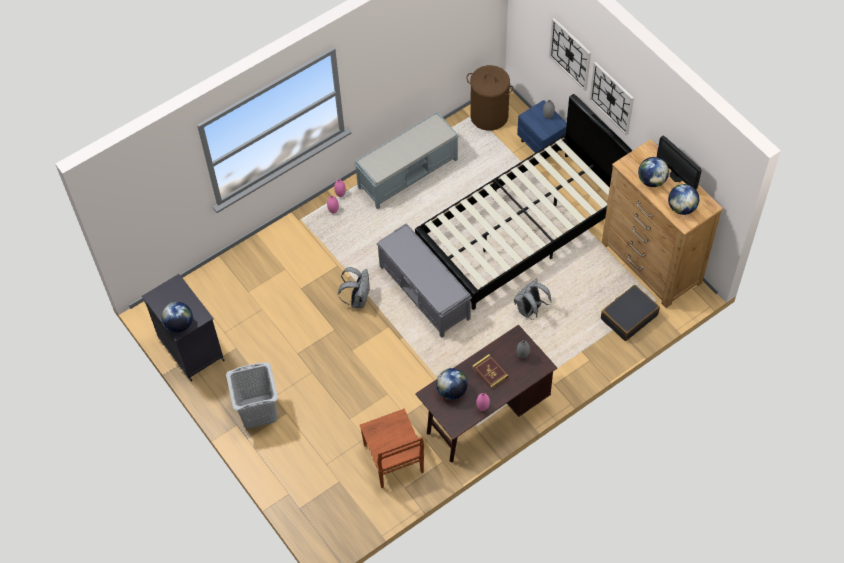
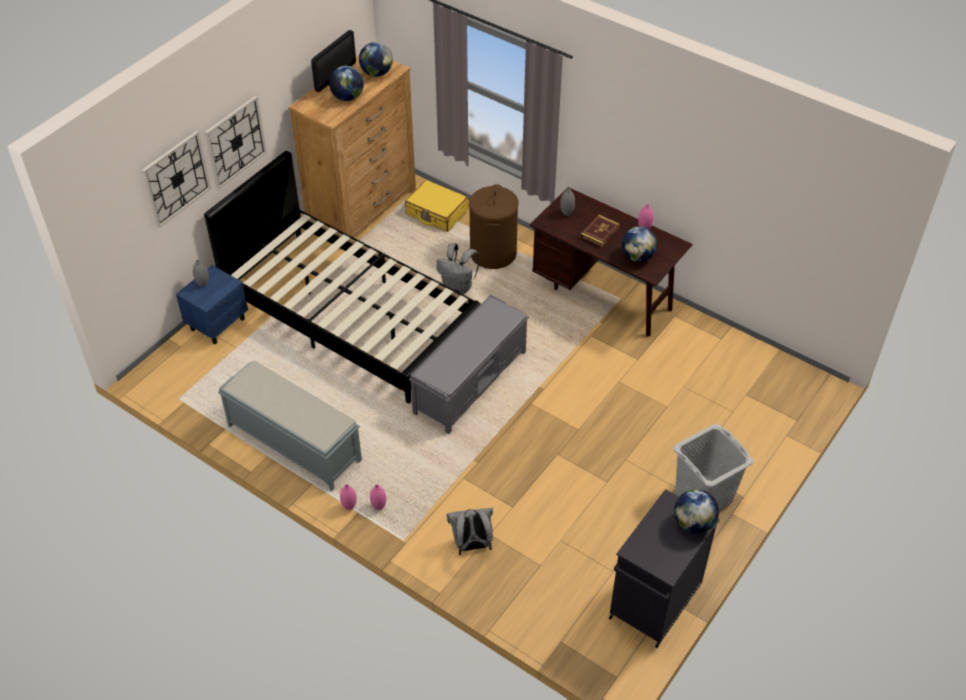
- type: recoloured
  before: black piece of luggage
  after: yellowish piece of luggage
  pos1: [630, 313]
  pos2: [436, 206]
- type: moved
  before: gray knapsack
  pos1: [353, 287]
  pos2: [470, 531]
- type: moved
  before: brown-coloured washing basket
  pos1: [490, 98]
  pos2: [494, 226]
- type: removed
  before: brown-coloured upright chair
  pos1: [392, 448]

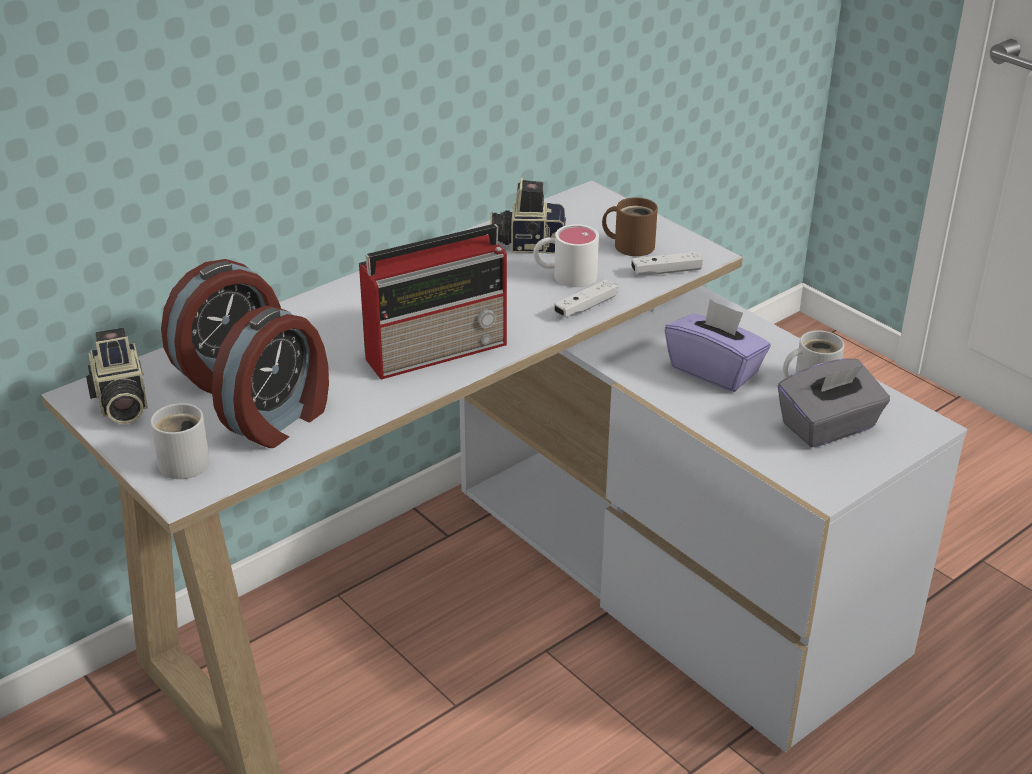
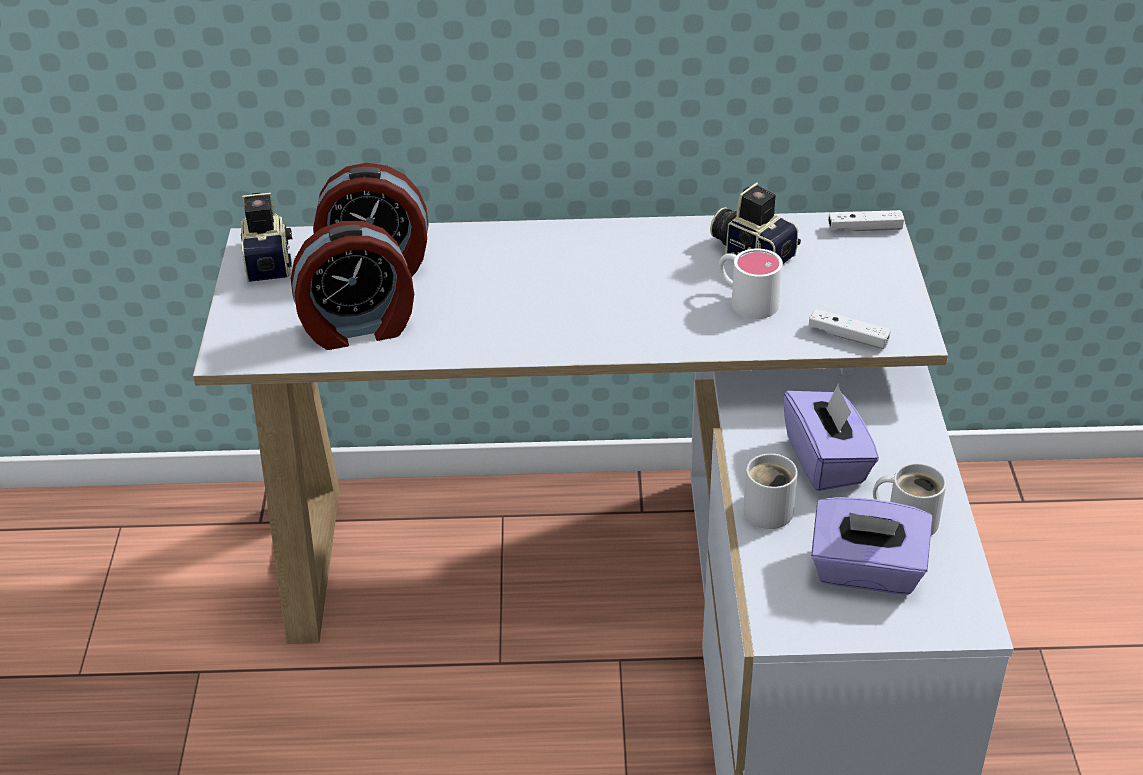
- type: turned
  before: still camera
  pos1: [117, 376]
  pos2: [267, 237]
  turn: 150
- type: moved
  before: whitish mug
  pos1: [180, 441]
  pos2: [770, 491]
- type: recoloured
  before: gray tissue holder
  after: purple-coloured tissue holder
  pos1: [834, 402]
  pos2: [871, 546]
- type: moved
  before: whitish gamepad
  pos1: [586, 298]
  pos2: [866, 220]
- type: removed
  before: radio
  pos1: [433, 302]
- type: removed
  before: brown-coloured mug
  pos1: [630, 226]

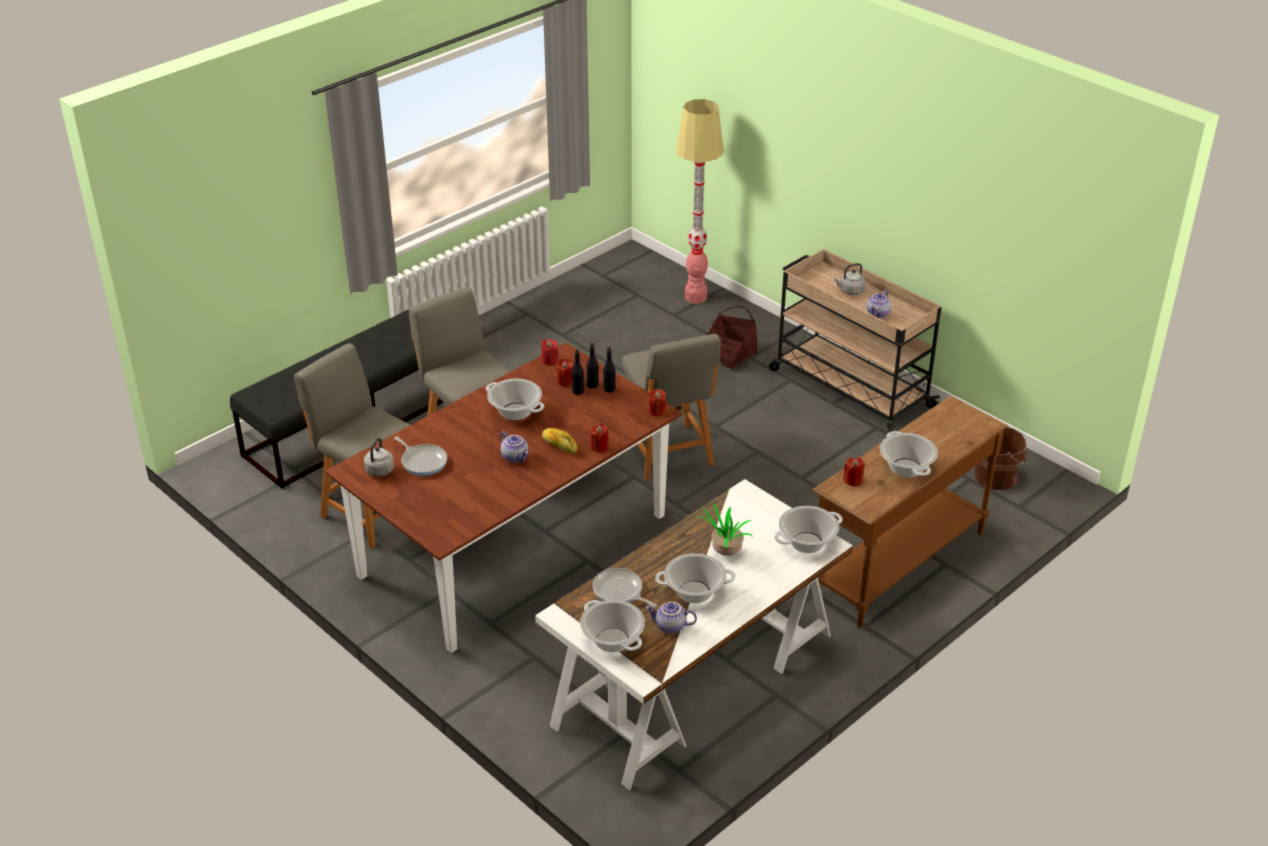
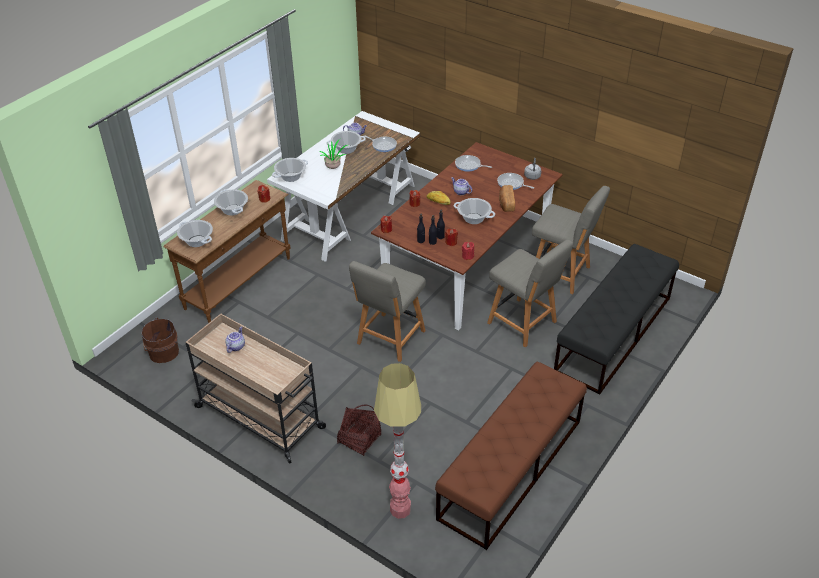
- type: moved
  before: saucepot
  pos1: [612, 626]
  pos2: [195, 233]
- type: turned
  before: gray upright chair
  pos1: [671, 407]
  pos2: [387, 311]
  turn: -120
- type: added
  after: brown-coloured long seat
  pos2: [511, 456]
- type: added
  after: frying pan
  pos2: [473, 163]
- type: added
  after: bakery bread
  pos2: [507, 198]
- type: removed
  before: gray tea kettle
  pos1: [849, 279]

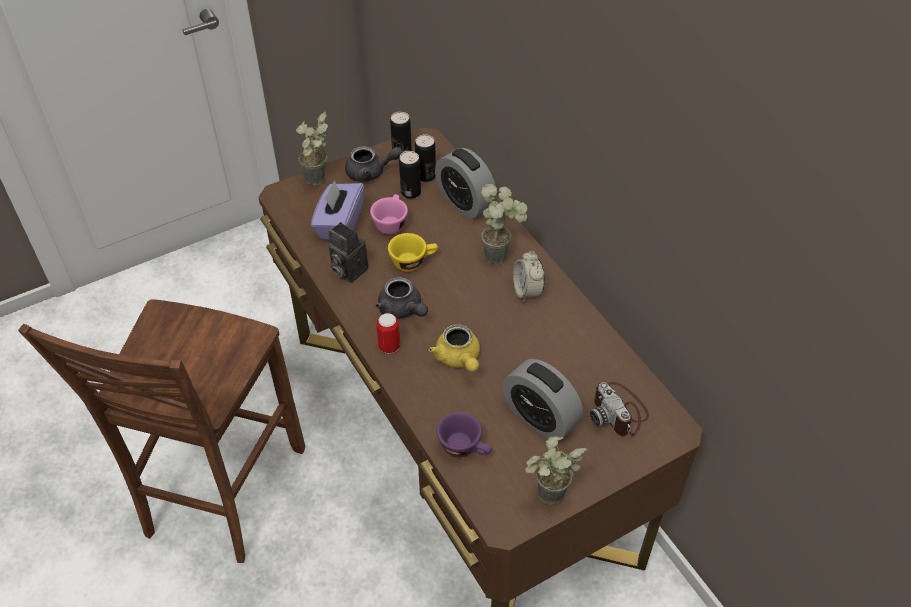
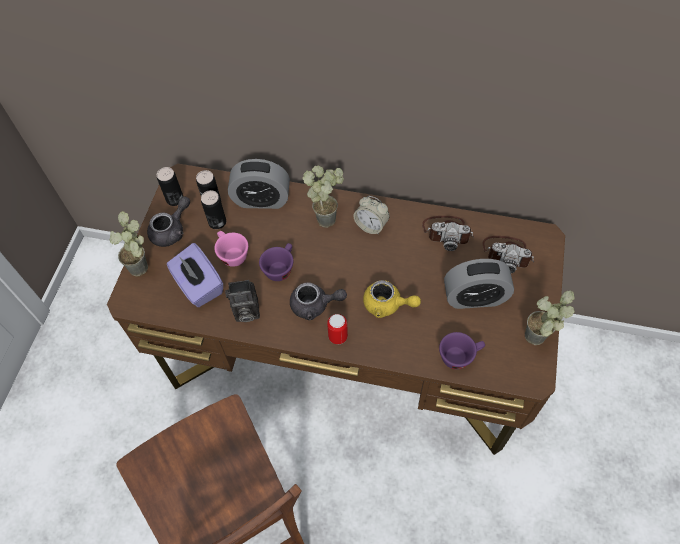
- type: recoloured
  before: yellowish cup
  after: purple-coloured cup
  pos1: [413, 252]
  pos2: [276, 262]
- type: added
  after: still camera
  pos2: [448, 233]

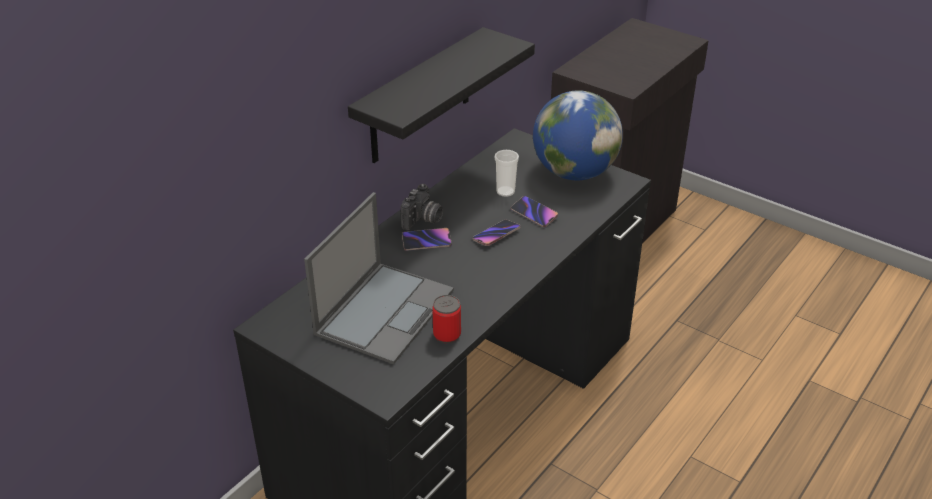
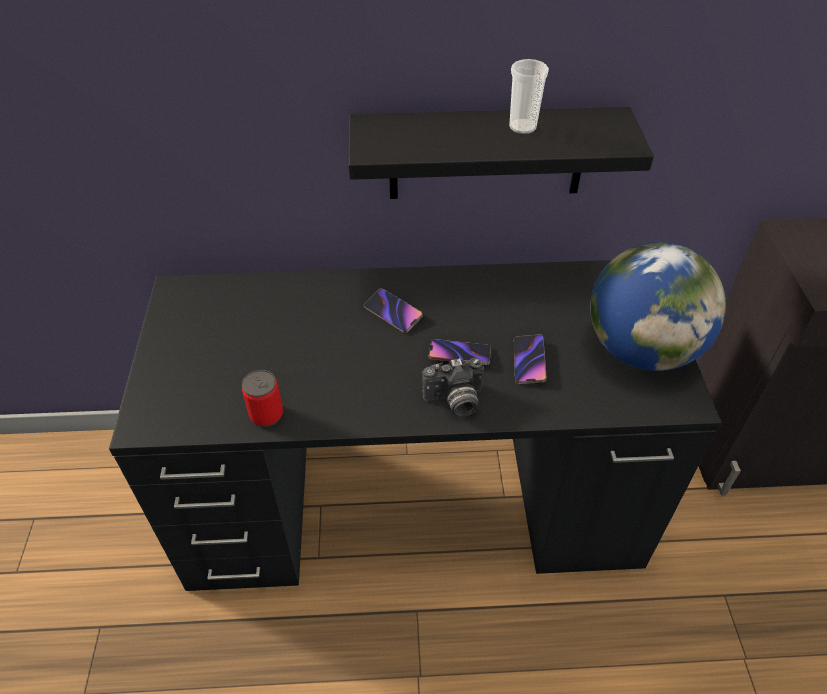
- type: moved
  before: still camera
  pos1: [422, 207]
  pos2: [453, 387]
- type: moved
  before: cup
  pos1: [506, 173]
  pos2: [529, 96]
- type: removed
  before: portable computer
  pos1: [379, 278]

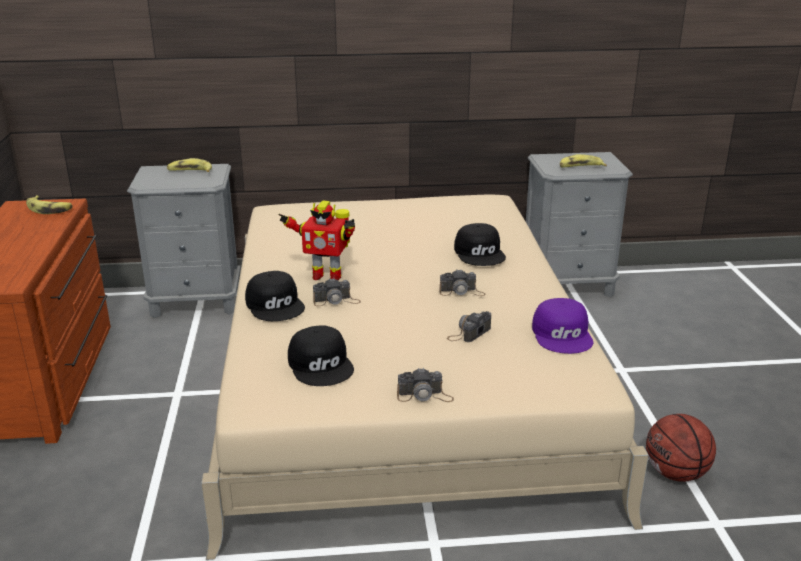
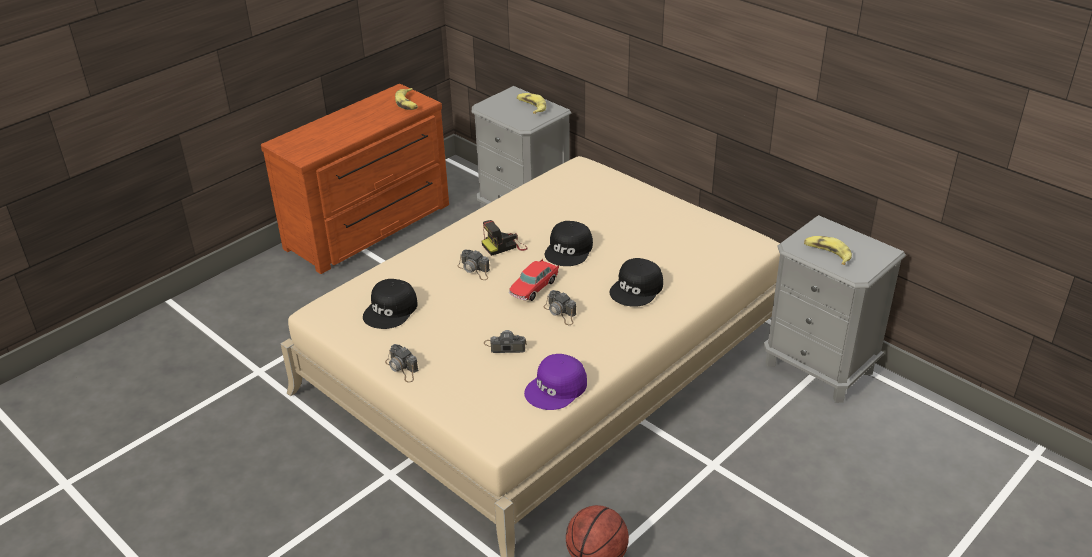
- type: replaced
  before: toy robot
  after: still camera
  pos1: [317, 240]
  pos2: [505, 238]
- type: added
  after: miniature car
  pos2: [534, 280]
- type: moved
  before: black baseball cap
  pos1: [275, 296]
  pos2: [569, 243]

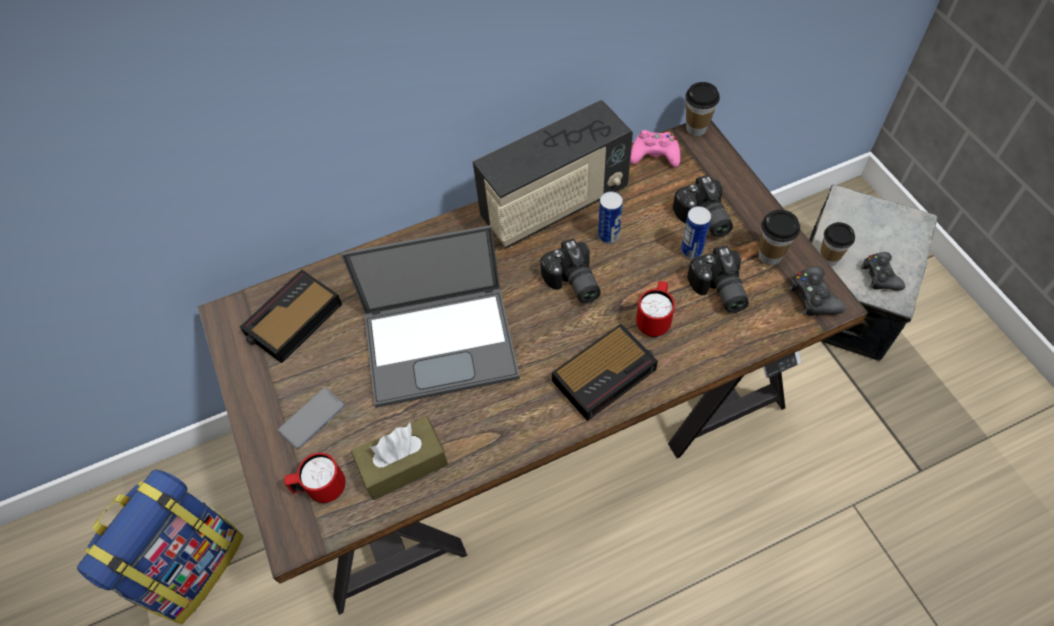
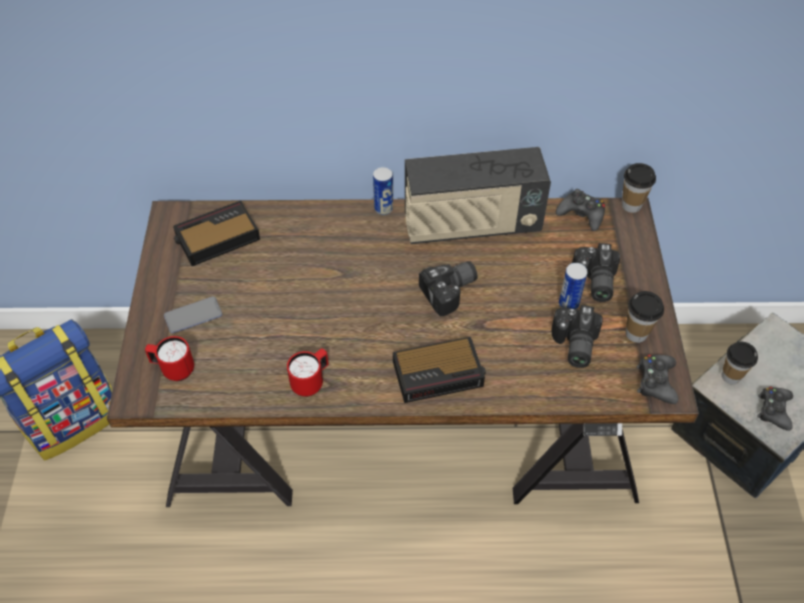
- type: moved
  before: red-coloured mug
  pos1: [655, 309]
  pos2: [308, 372]
- type: moved
  before: can
  pos1: [610, 217]
  pos2: [383, 191]
- type: turned
  before: still camera
  pos1: [571, 271]
  pos2: [448, 288]
  turn: -120
- type: recoloured
  before: pink-coloured gamepad
  after: black gamepad
  pos1: [655, 148]
  pos2: [580, 210]
- type: removed
  before: portable computer
  pos1: [430, 316]
- type: removed
  before: brown-coloured tissue holder
  pos1: [399, 458]

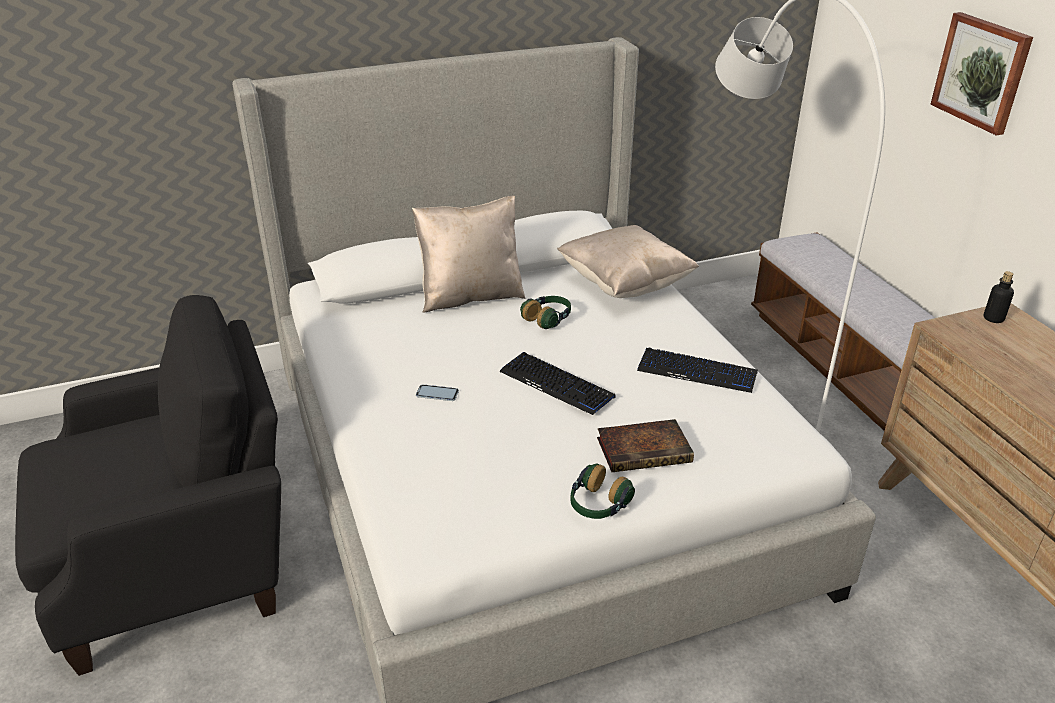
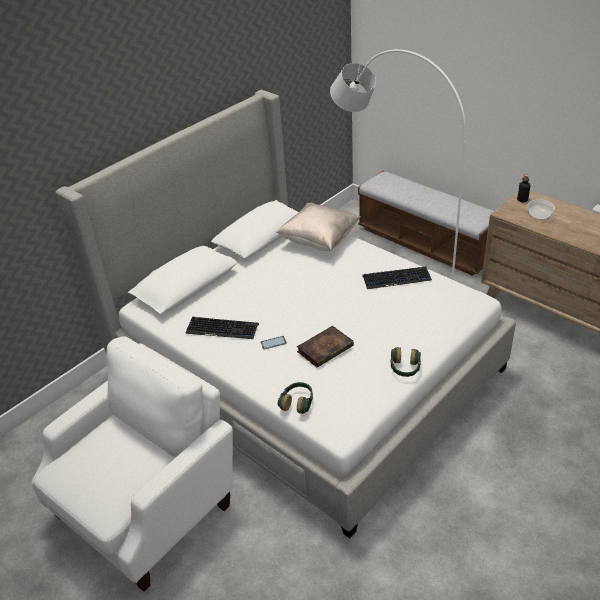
- type: recoloured
  before: black lounge chair
  after: whitish lounge chair
  pos1: [148, 485]
  pos2: [132, 464]
- type: moved
  before: computer keyboard
  pos1: [557, 383]
  pos2: [222, 328]
- type: moved
  before: headphones
  pos1: [545, 312]
  pos2: [295, 398]
- type: moved
  before: bound book
  pos1: [645, 445]
  pos2: [325, 347]
- type: added
  after: deep dish
  pos2: [541, 209]
- type: removed
  before: sand-coloured throw pillow
  pos1: [469, 254]
- type: removed
  before: wall art
  pos1: [981, 74]

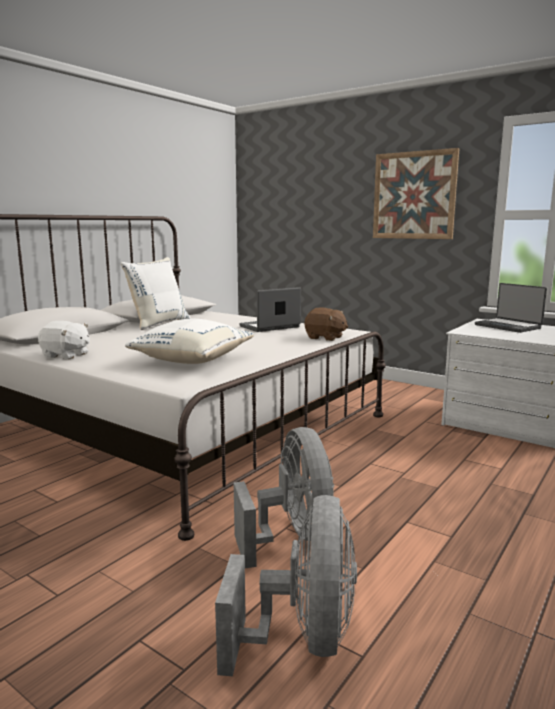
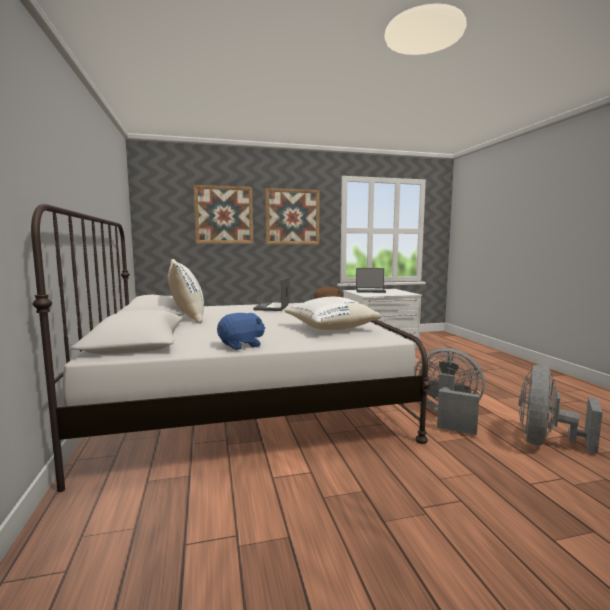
- type: added
  after: wall art
  pos2: [223, 214]
- type: recoloured
  before: whitish soft toy
  after: blue soft toy
  pos1: [64, 340]
  pos2: [241, 331]
- type: turned
  before: gray cooling fan
  pos1: [286, 585]
  pos2: [561, 409]
  turn: -105

